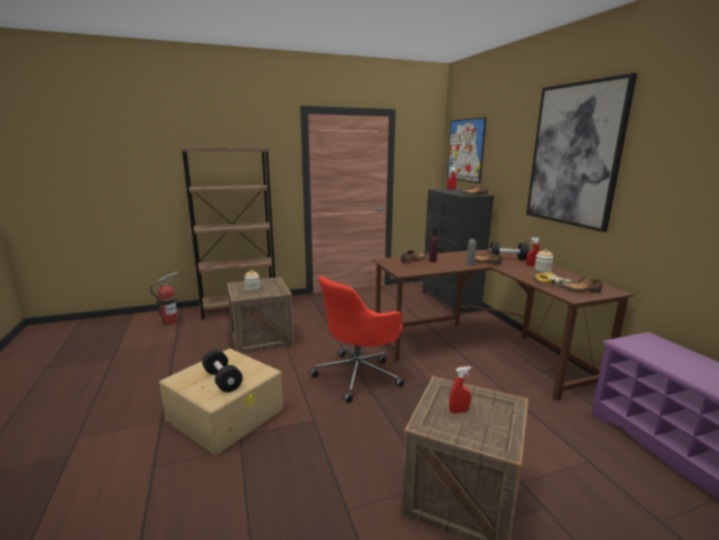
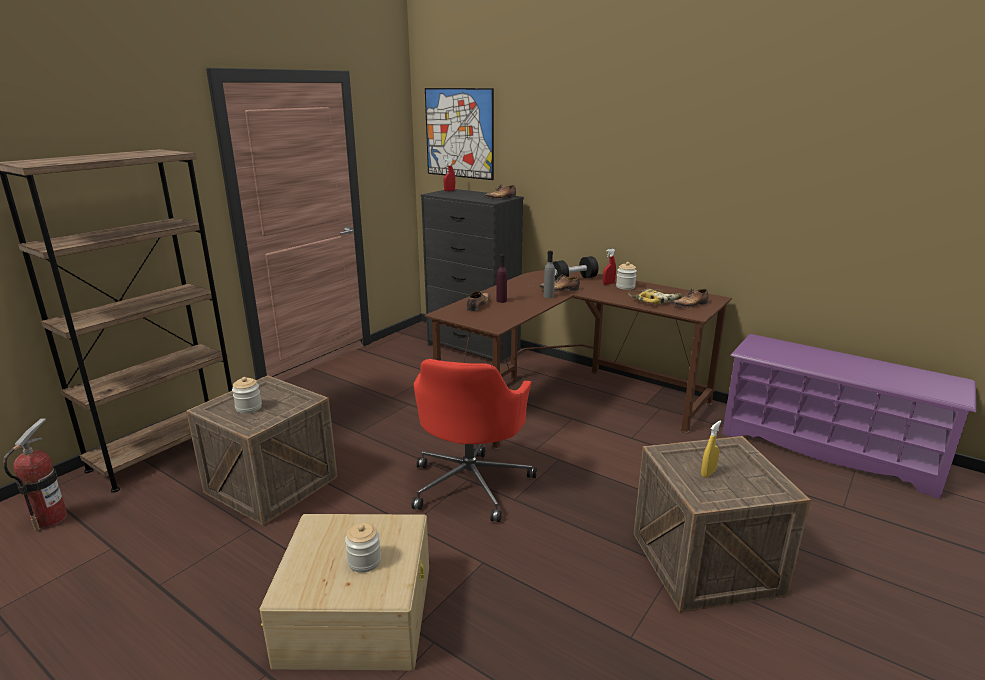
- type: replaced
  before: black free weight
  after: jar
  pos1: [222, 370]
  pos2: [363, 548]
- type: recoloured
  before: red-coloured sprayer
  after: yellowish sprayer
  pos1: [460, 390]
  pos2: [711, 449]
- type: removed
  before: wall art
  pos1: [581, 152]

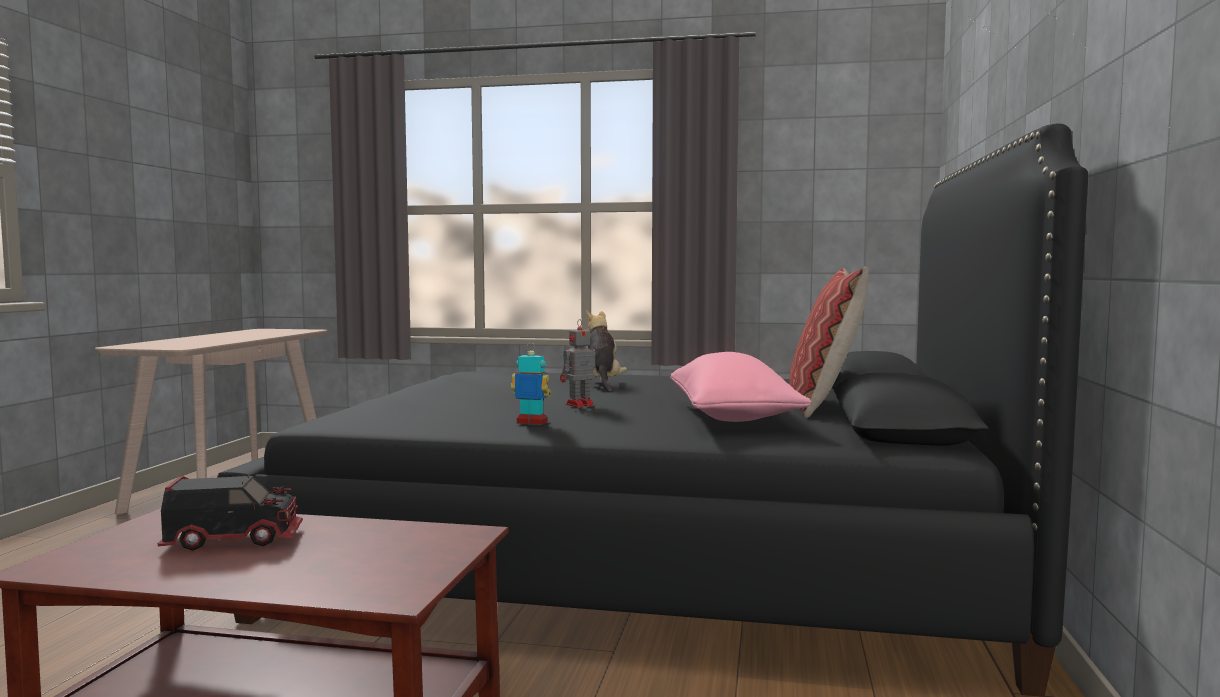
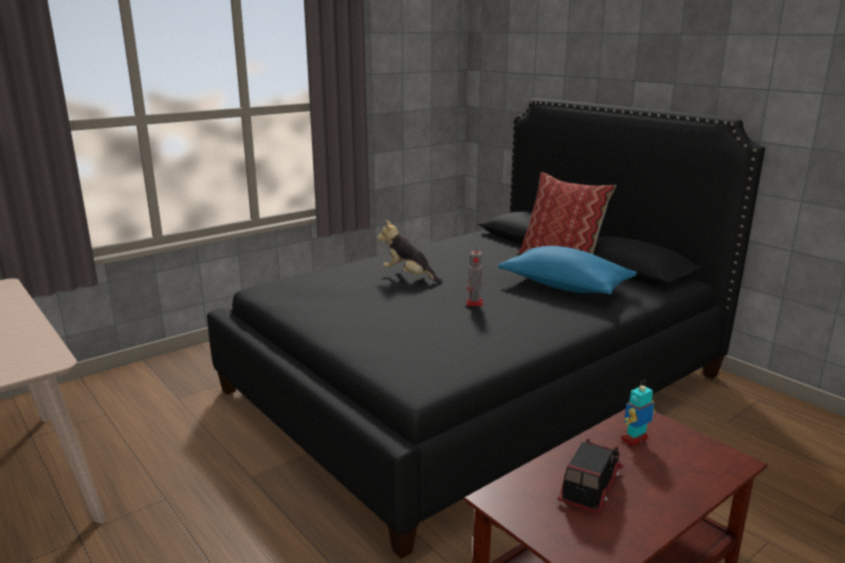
- type: recoloured
  before: pink-coloured throw pillow
  after: blue throw pillow
  pos1: [740, 387]
  pos2: [567, 270]
- type: moved
  before: toy robot
  pos1: [531, 384]
  pos2: [638, 415]

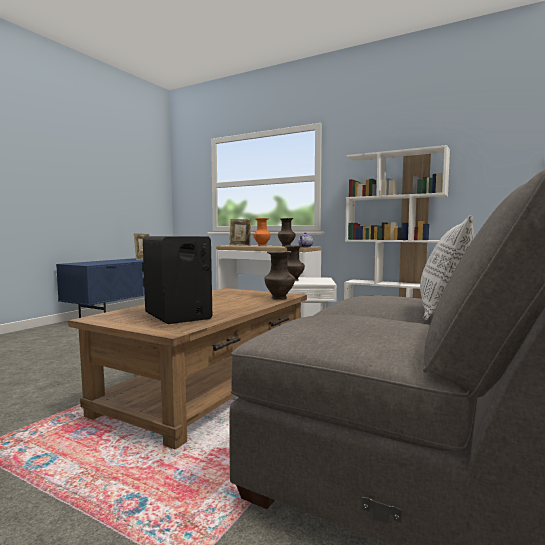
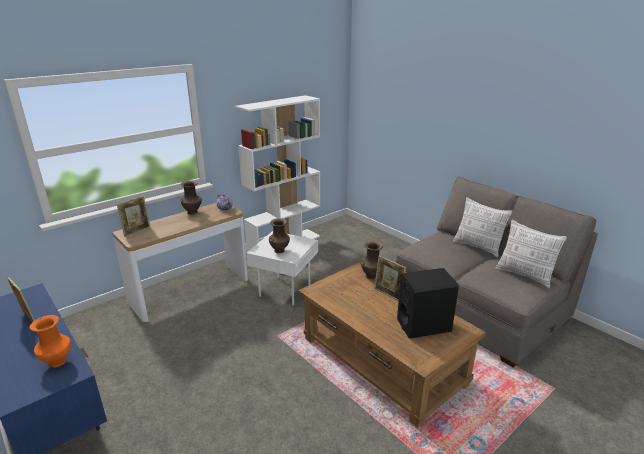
- type: moved
  before: orange decorative vase
  pos1: [262, 232]
  pos2: [50, 341]
- type: added
  after: picture frame
  pos2: [390, 278]
- type: added
  after: throw pillow
  pos2: [531, 254]

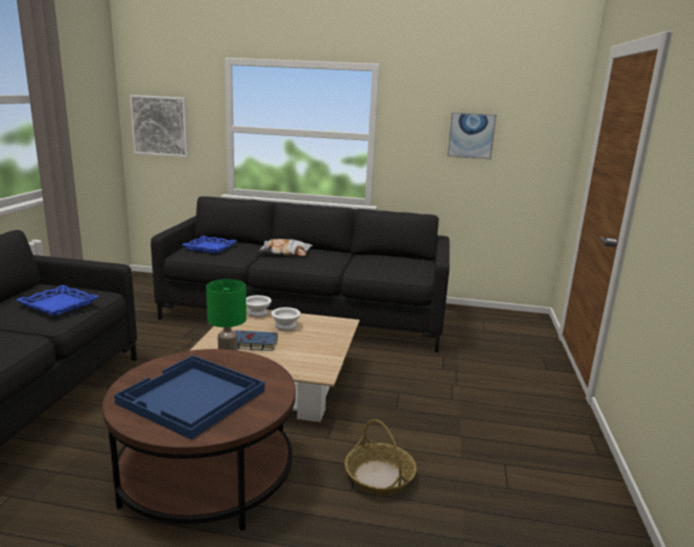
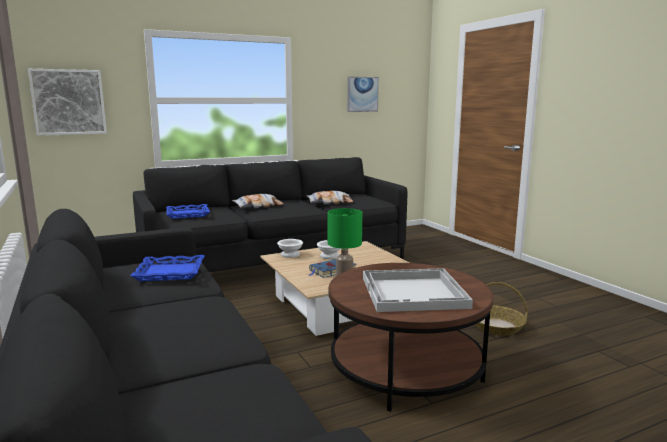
- type: added
  after: throw pillow
  pos2: [330, 197]
- type: recoloured
  before: blue carrying tray
  after: whitish carrying tray
  pos1: [189, 397]
  pos2: [418, 290]

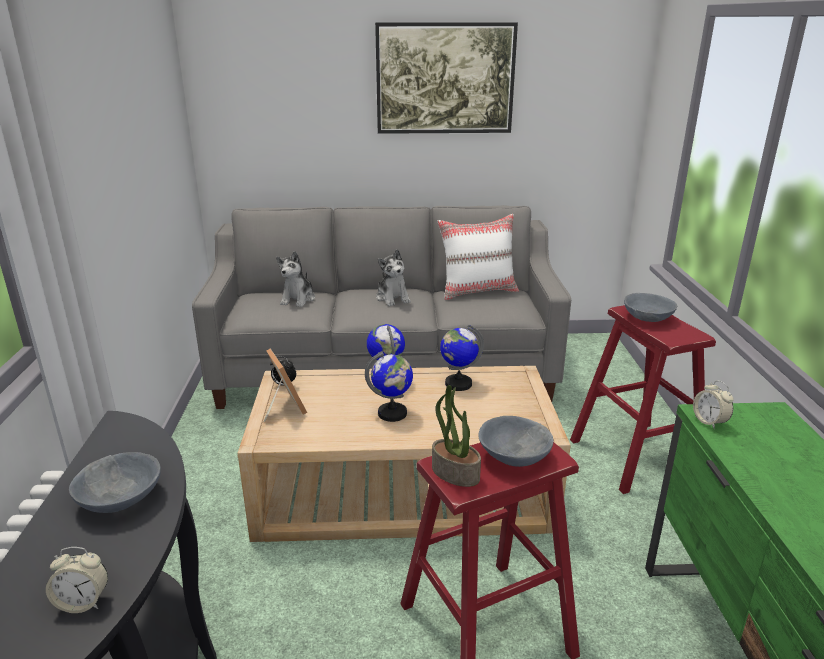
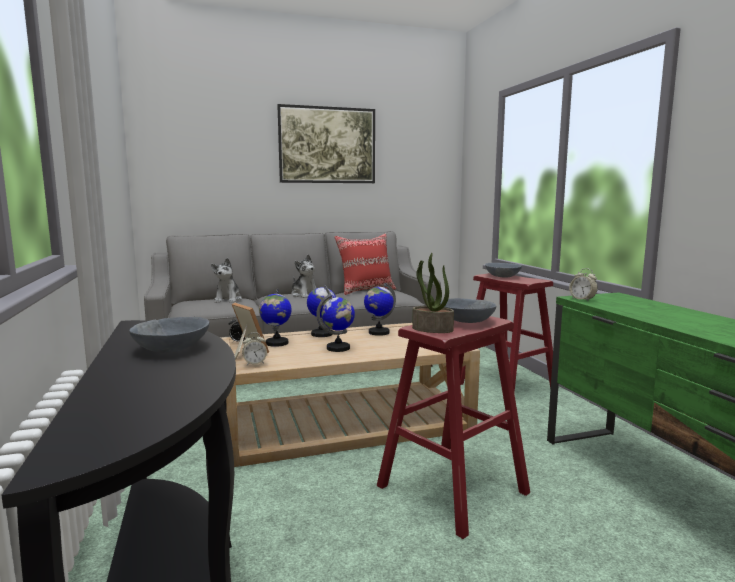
- type: moved
  before: bedside clock
  pos1: [77, 580]
  pos2: [254, 348]
- type: added
  after: globe
  pos2: [275, 318]
- type: recoloured
  before: whitish throw pillow
  after: red-coloured throw pillow
  pos1: [478, 257]
  pos2: [365, 264]

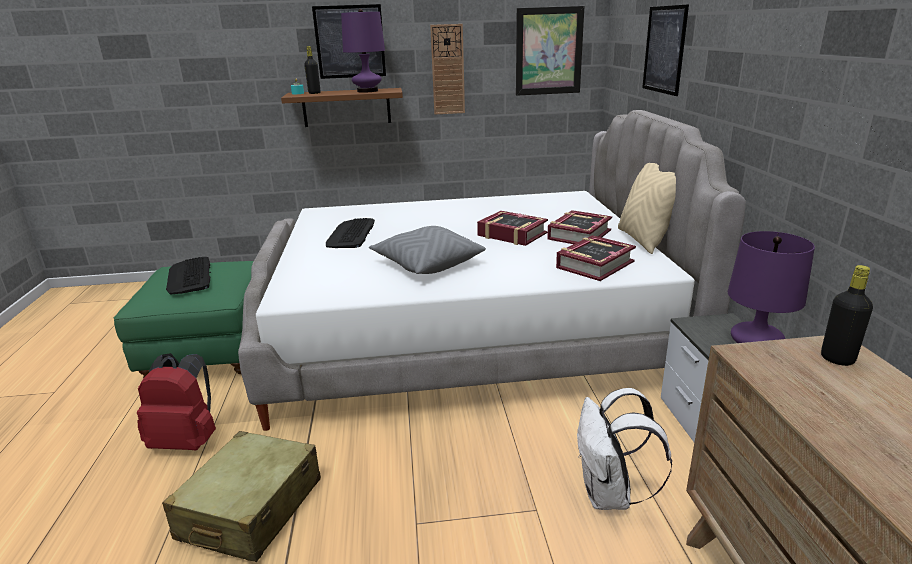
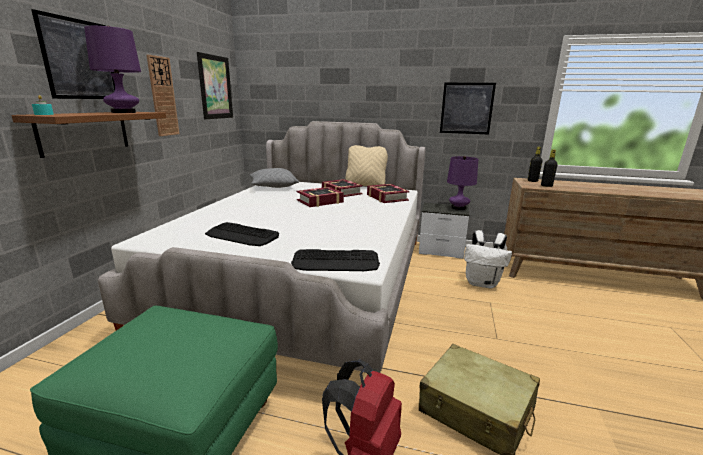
- type: moved
  before: gray throw pillow
  pos1: [427, 250]
  pos2: [274, 178]
- type: moved
  before: computer keyboard
  pos1: [188, 275]
  pos2: [335, 260]
- type: moved
  before: wall art
  pos1: [665, 50]
  pos2: [468, 108]
- type: moved
  before: black beverage bottle
  pos1: [312, 70]
  pos2: [549, 168]

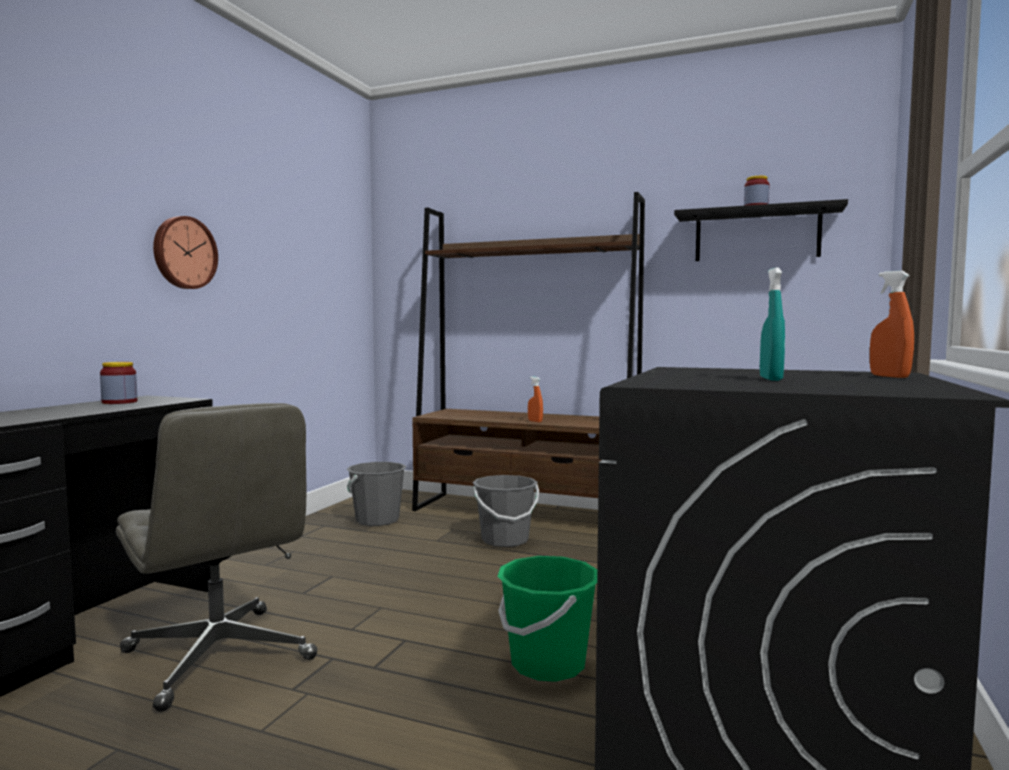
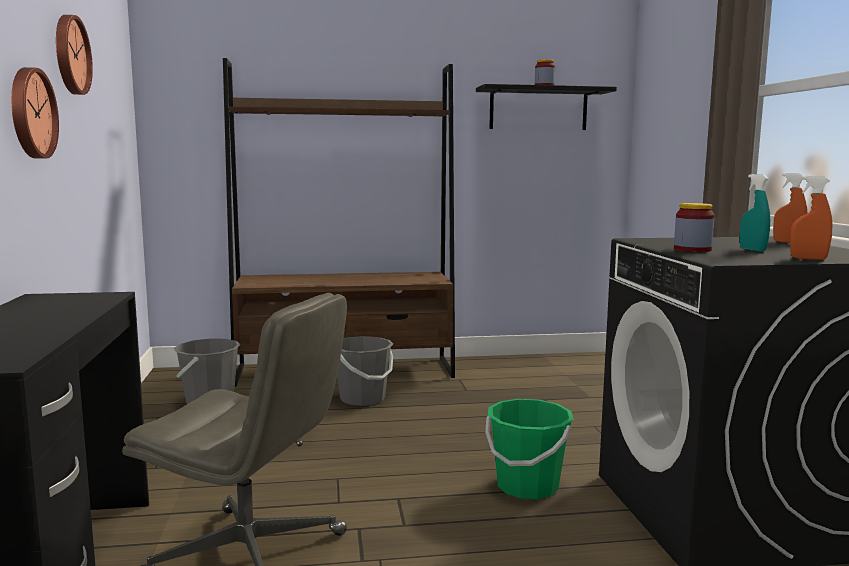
- type: added
  after: wall clock
  pos2: [74, 55]
- type: moved
  before: jar
  pos1: [119, 383]
  pos2: [694, 227]
- type: moved
  before: orange sprayer
  pos1: [535, 399]
  pos2: [811, 218]

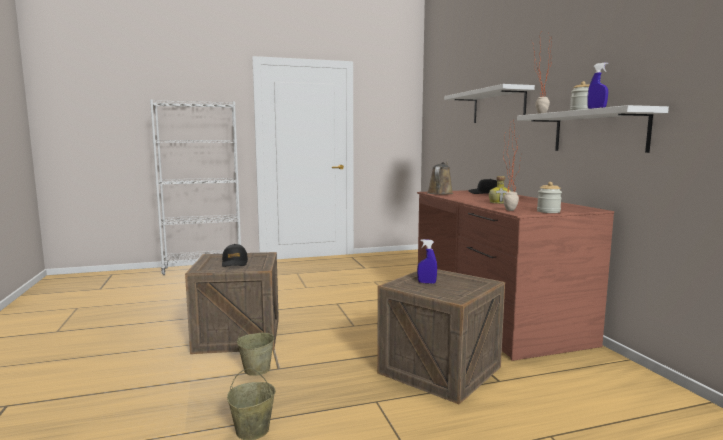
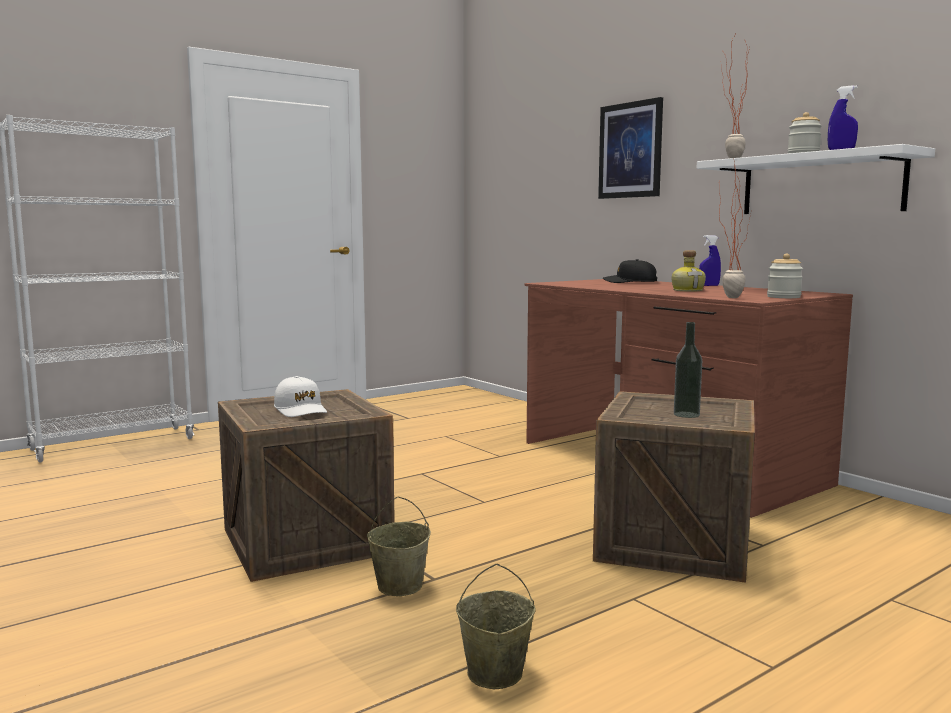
- type: recoloured
  before: black baseball cap
  after: whitish baseball cap
  pos1: [235, 255]
  pos2: [300, 396]
- type: replaced
  before: whitish shelf
  after: wall art
  pos1: [489, 103]
  pos2: [630, 148]
- type: added
  after: beverage bottle
  pos2: [688, 370]
- type: moved
  before: blue sprayer
  pos1: [427, 261]
  pos2: [710, 260]
- type: removed
  before: brown-coloured sprinkling can
  pos1: [440, 177]

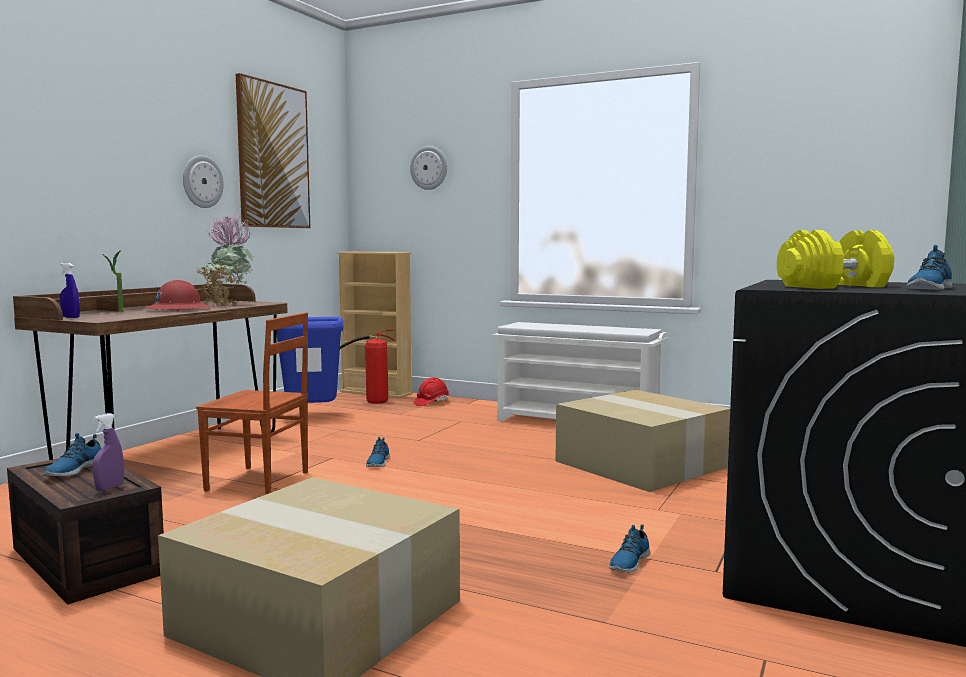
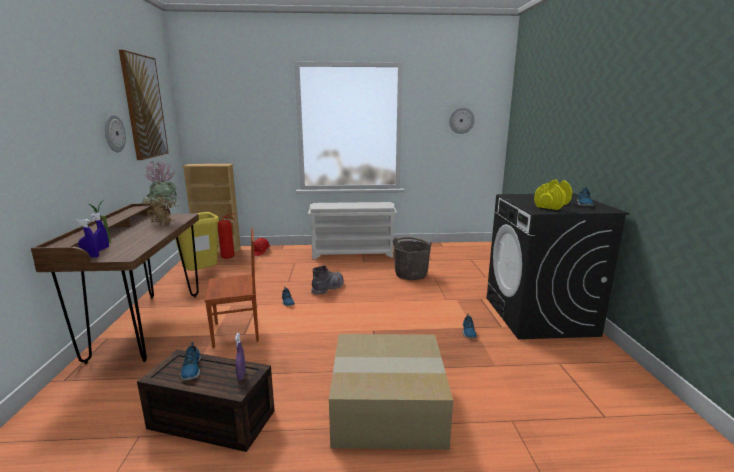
- type: added
  after: blue sprayer
  pos2: [100, 231]
- type: recoloured
  before: blue rubbish bin
  after: yellowish rubbish bin
  pos1: [310, 360]
  pos2: [197, 241]
- type: added
  after: gray boot
  pos2: [327, 280]
- type: replaced
  before: carton
  after: gray water bucket
  pos1: [642, 441]
  pos2: [412, 258]
- type: moved
  before: wall clock
  pos1: [428, 168]
  pos2: [462, 120]
- type: removed
  before: red-coloured hard hat
  pos1: [177, 295]

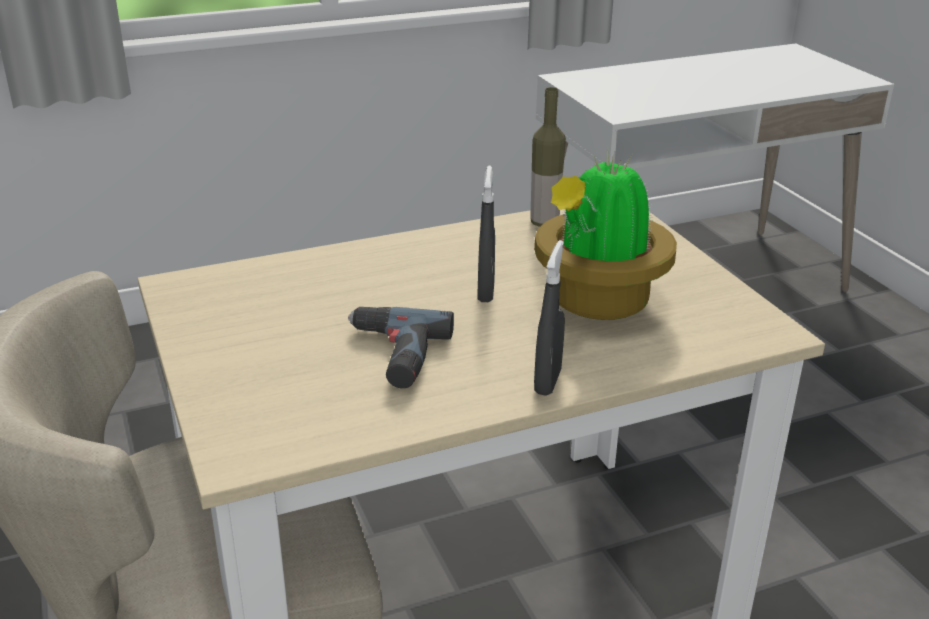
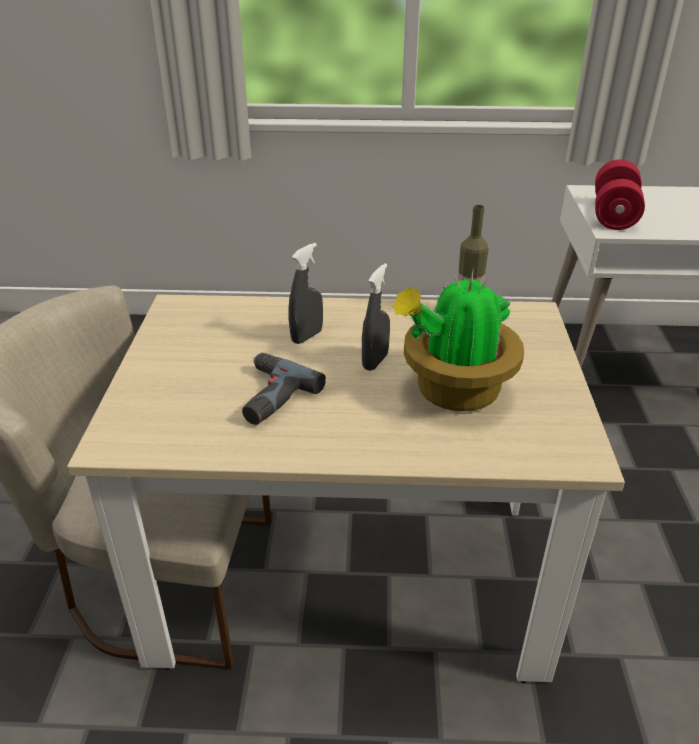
- type: moved
  before: gray sprayer
  pos1: [549, 318]
  pos2: [305, 293]
- type: added
  after: red-coloured free weight
  pos2: [620, 194]

